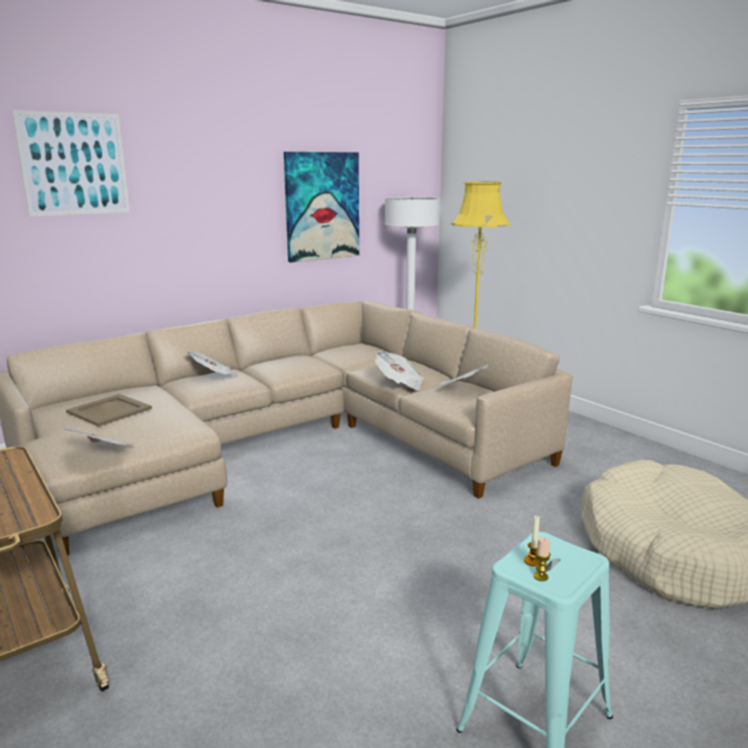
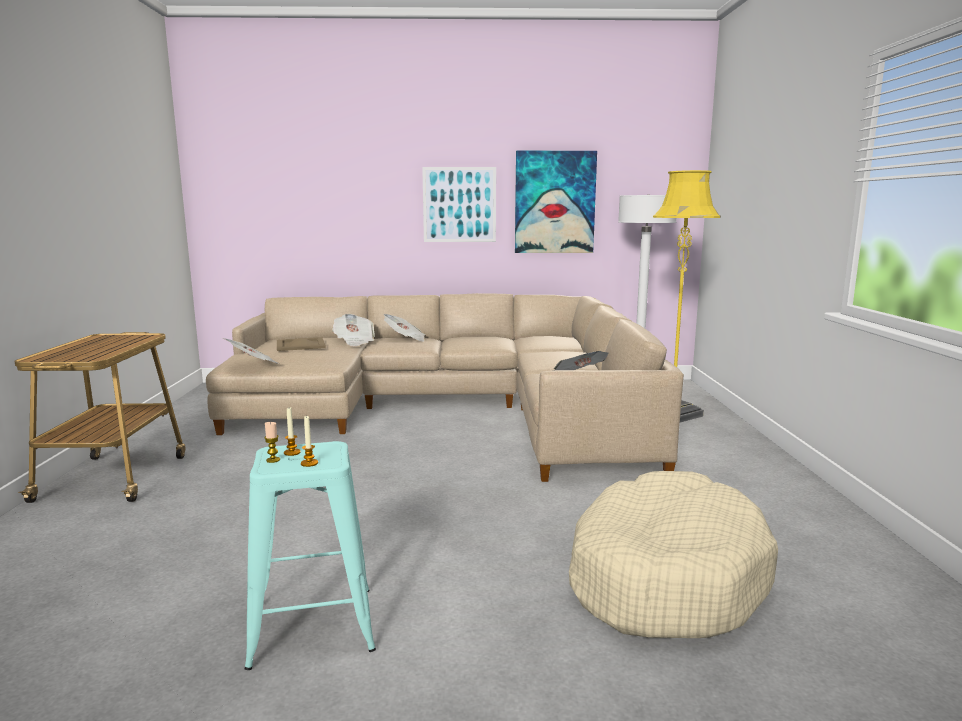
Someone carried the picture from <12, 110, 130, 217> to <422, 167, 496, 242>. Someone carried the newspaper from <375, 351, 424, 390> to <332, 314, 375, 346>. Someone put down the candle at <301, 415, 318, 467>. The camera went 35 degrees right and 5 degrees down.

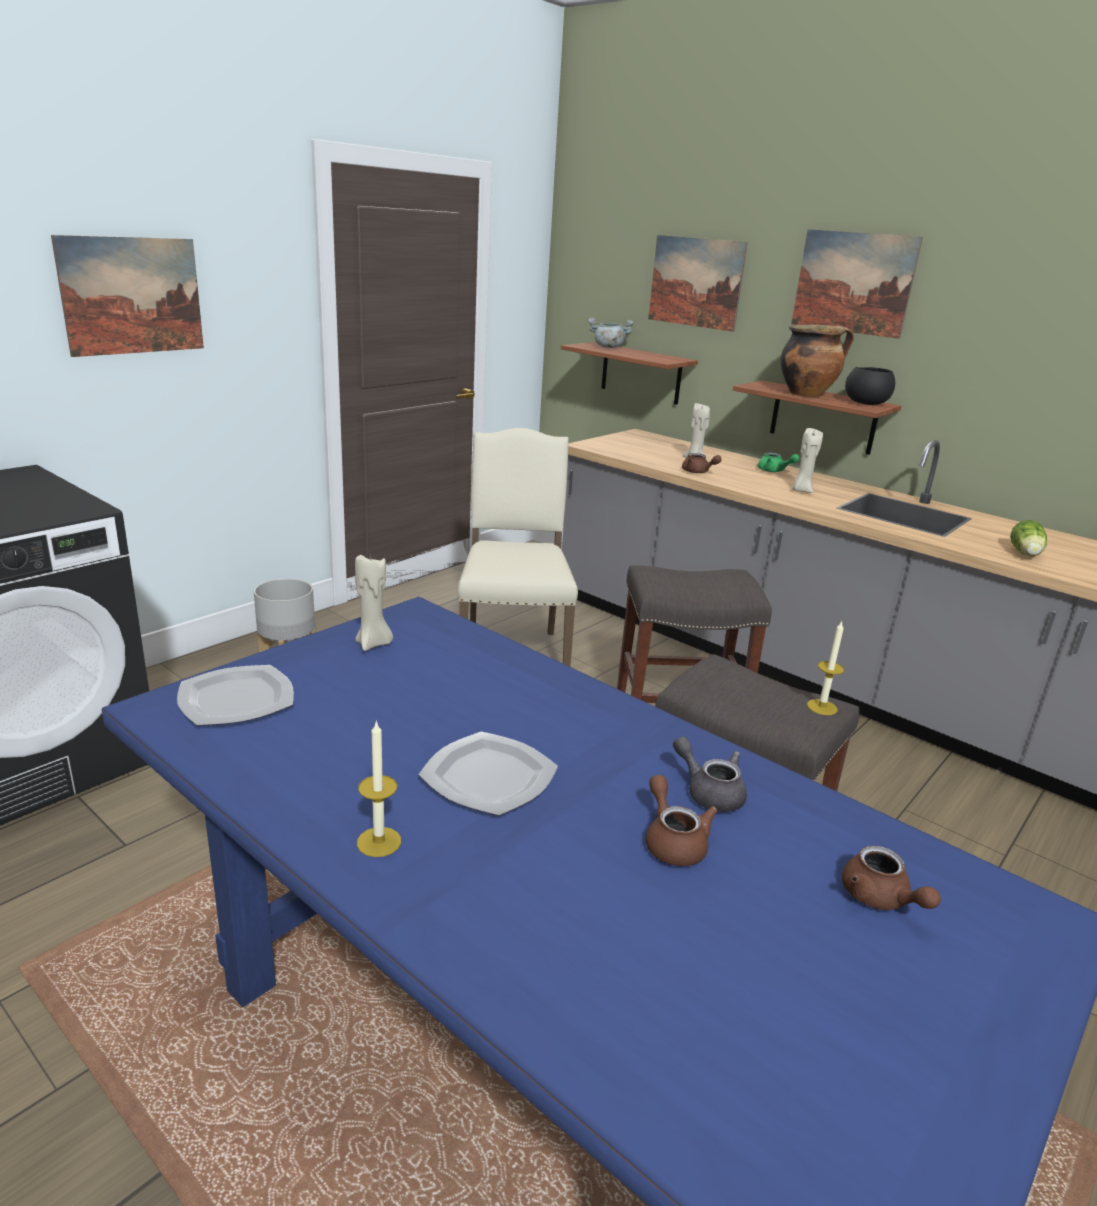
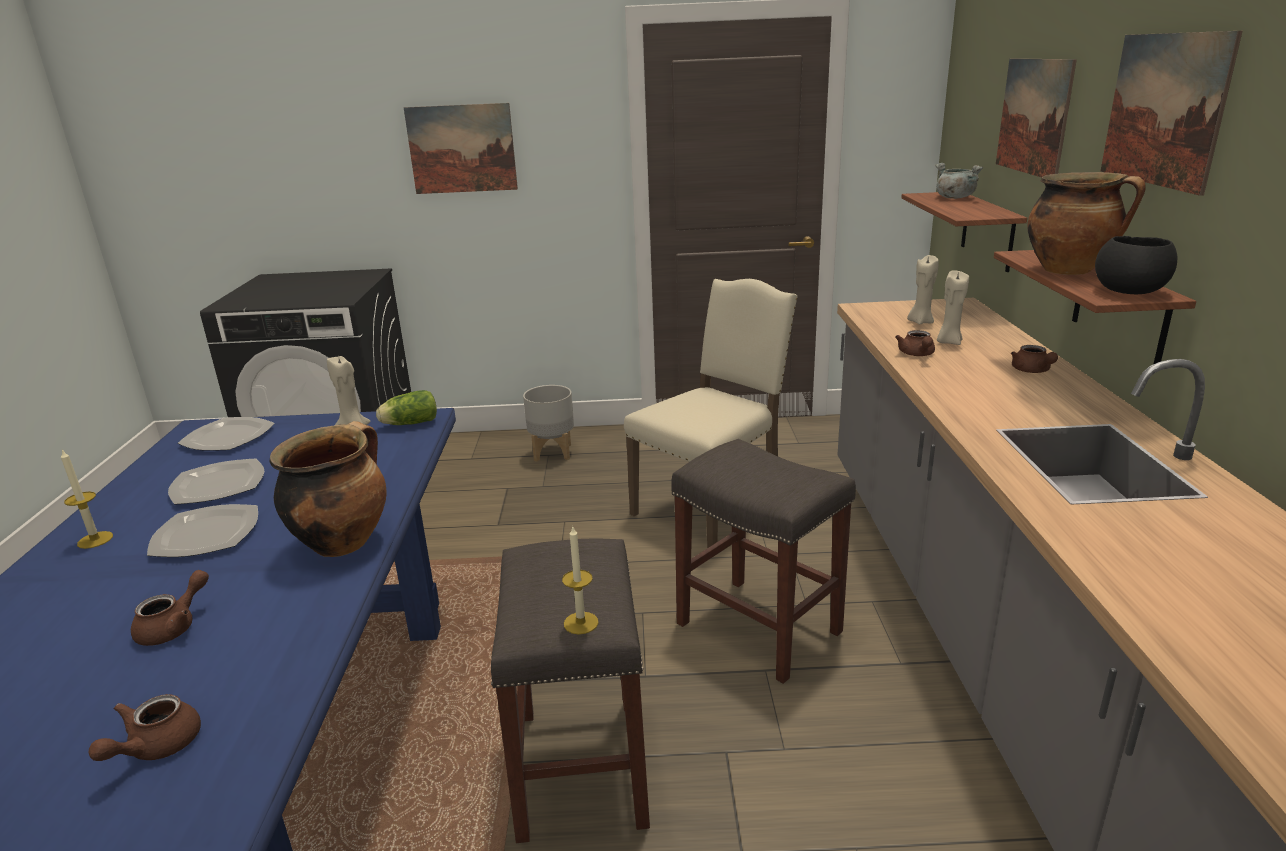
Someone carried the beige candle from <792, 428, 823, 493> to <907, 255, 939, 325>. Someone repainted the green teapot at <758, 452, 800, 472>, which became the brown teapot at <1011, 345, 1058, 373>. Someone carried the lettuce from <1010, 520, 1047, 556> to <376, 390, 437, 425>. Someone took away the grey teapot at <673, 737, 747, 812>. Someone put down the cooking pot at <270, 421, 387, 557>. Someone put down the plate at <168, 458, 264, 505>. The camera went 50 degrees right and 0 degrees up.

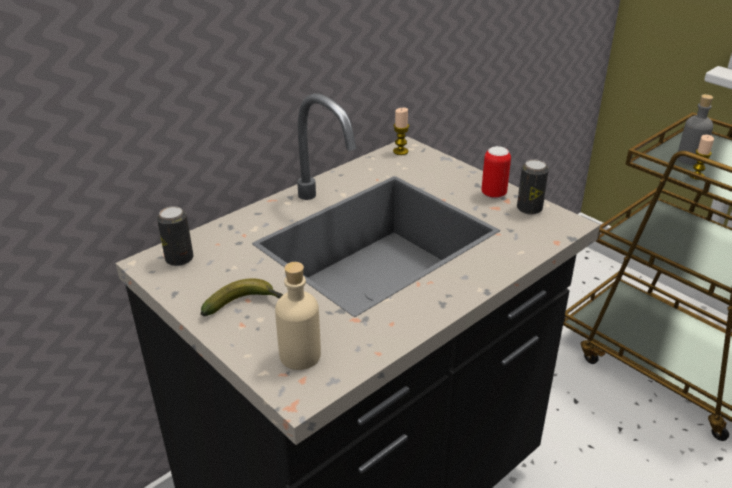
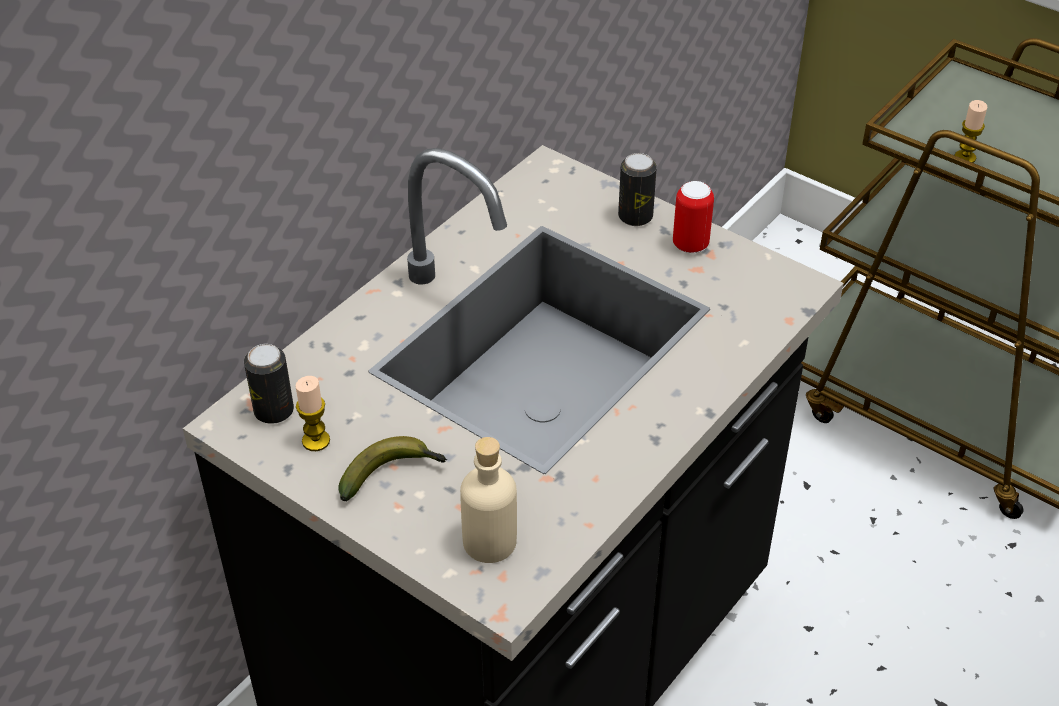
Someone took away the grey bottle at <677, 94, 713, 165>. Someone carried the candle from <393, 108, 409, 155> to <295, 376, 330, 451>. Someone carried the can from <517, 160, 549, 215> to <618, 153, 657, 226>. The camera went 10 degrees left and 10 degrees up.

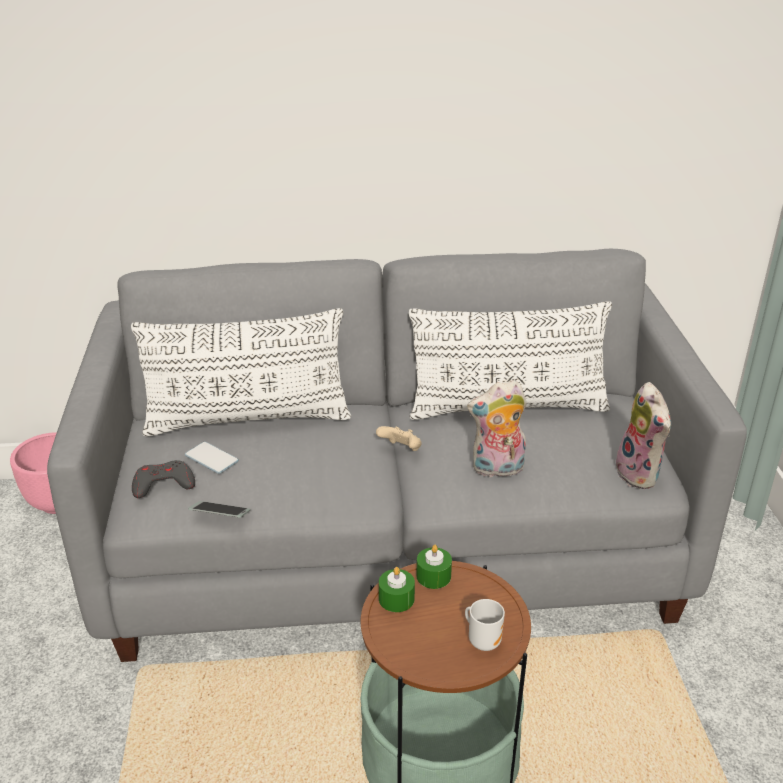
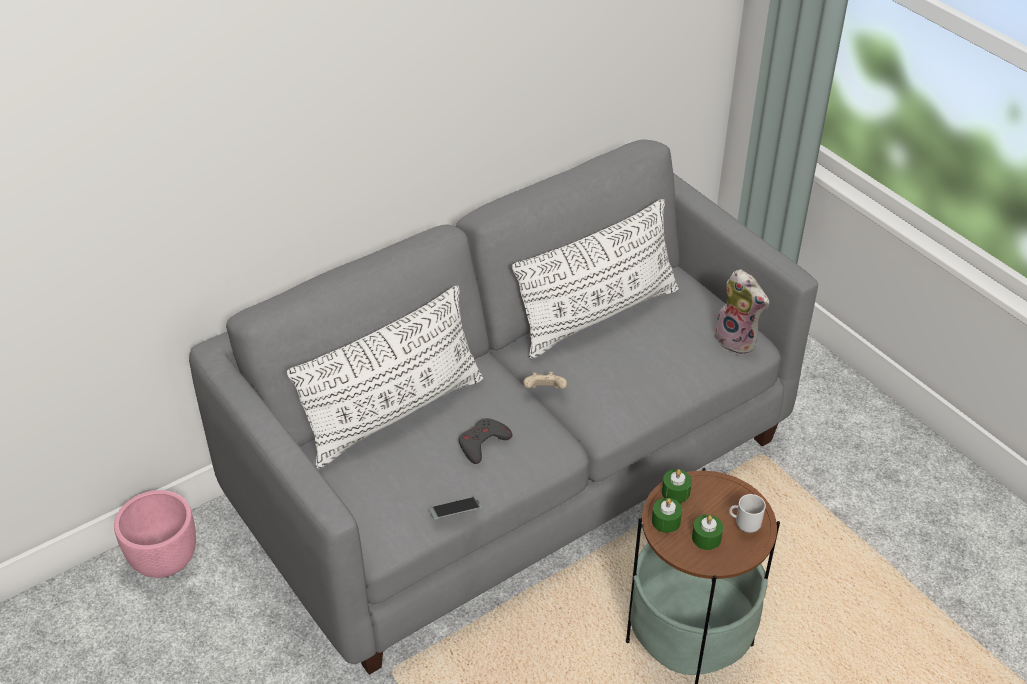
Someone took away the plush toy at <467, 380, 527, 477>. Someone took away the phone at <185, 442, 239, 474>. Someone carried the grey game controller from <132, 460, 195, 498> to <459, 418, 512, 464>. Someone put down the green candle at <692, 515, 723, 550>. The camera went 30 degrees left and 10 degrees up.

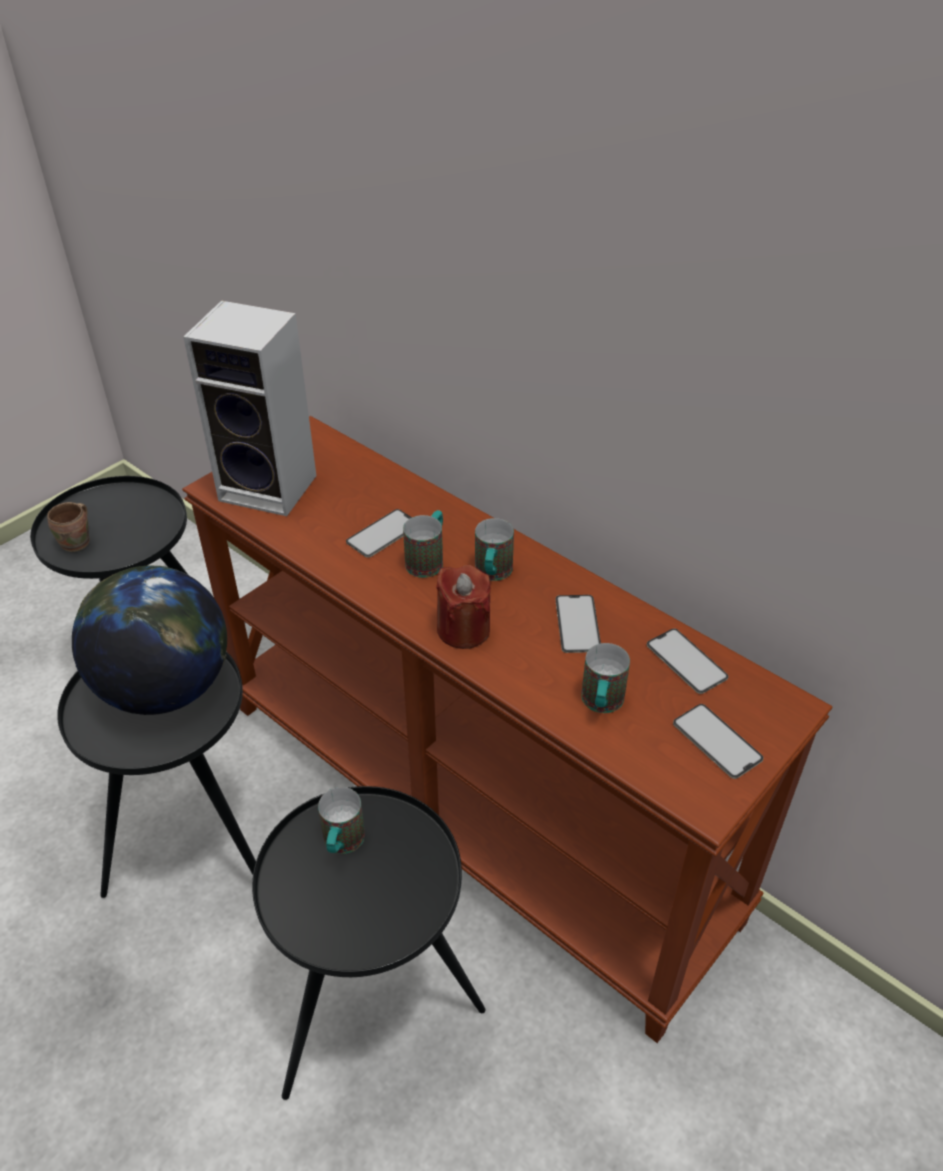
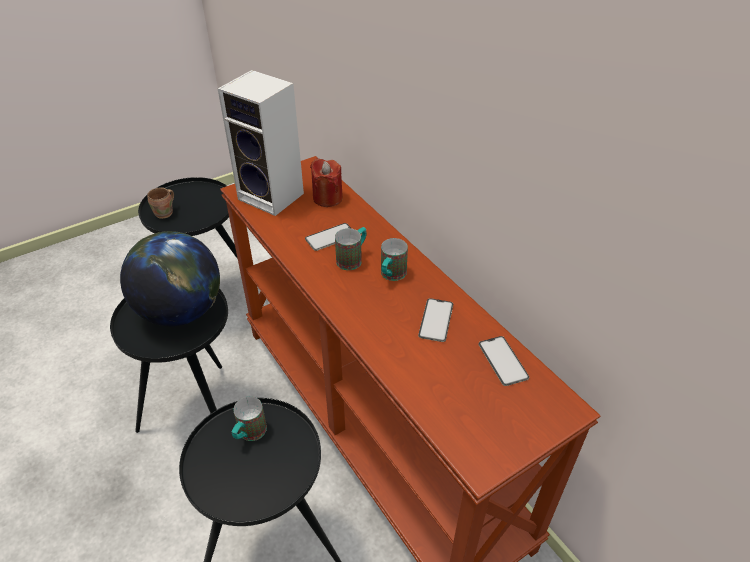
Someone carried the red candle from <436, 565, 491, 649> to <310, 158, 343, 207>. Someone took away the mug at <581, 643, 630, 713>. Someone took away the phone at <673, 704, 763, 779>. The camera went 15 degrees right and 0 degrees up.

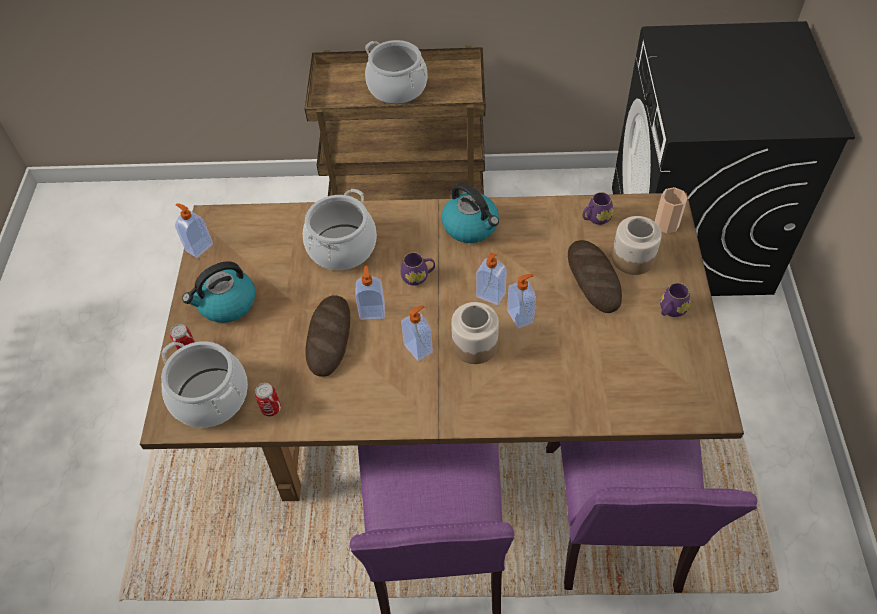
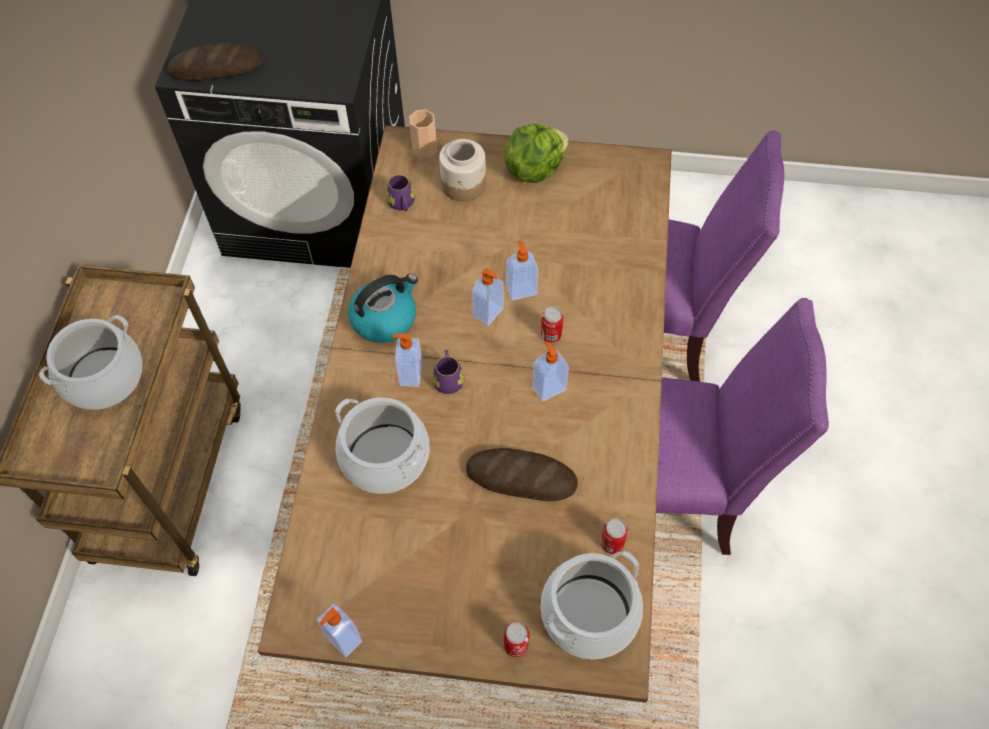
Someone carried the bread from <568, 240, 622, 313> to <167, 43, 262, 81>. Someone took away the kettle at <182, 261, 255, 323>. Someone carried the soap dispenser from <355, 266, 385, 320> to <392, 333, 422, 387>. Someone swapped the purple mug at <660, 283, 690, 317> for the lettuce at <504, 124, 568, 183>. Someone swapped the jar at <451, 302, 499, 364> for the can at <541, 307, 563, 343>. The camera went 85 degrees left and 5 degrees up.

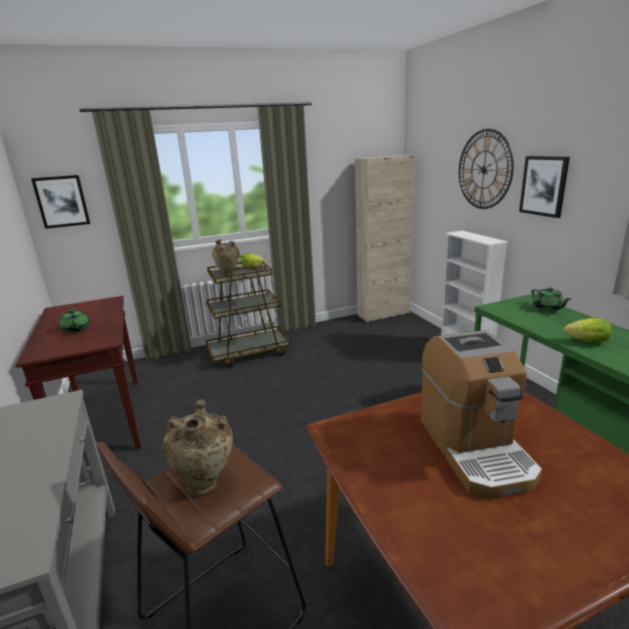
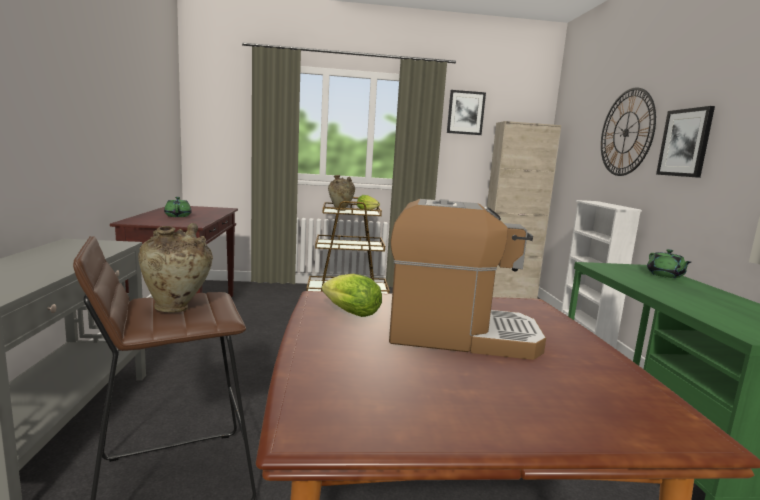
Someone carried the picture from <31, 175, 90, 229> to <447, 90, 486, 135>. Someone carried the lettuce from <564, 318, 612, 343> to <322, 274, 382, 317>. Someone rotated the coffee machine at <420, 330, 542, 499> by 90 degrees counterclockwise. The camera went 15 degrees right and 10 degrees down.

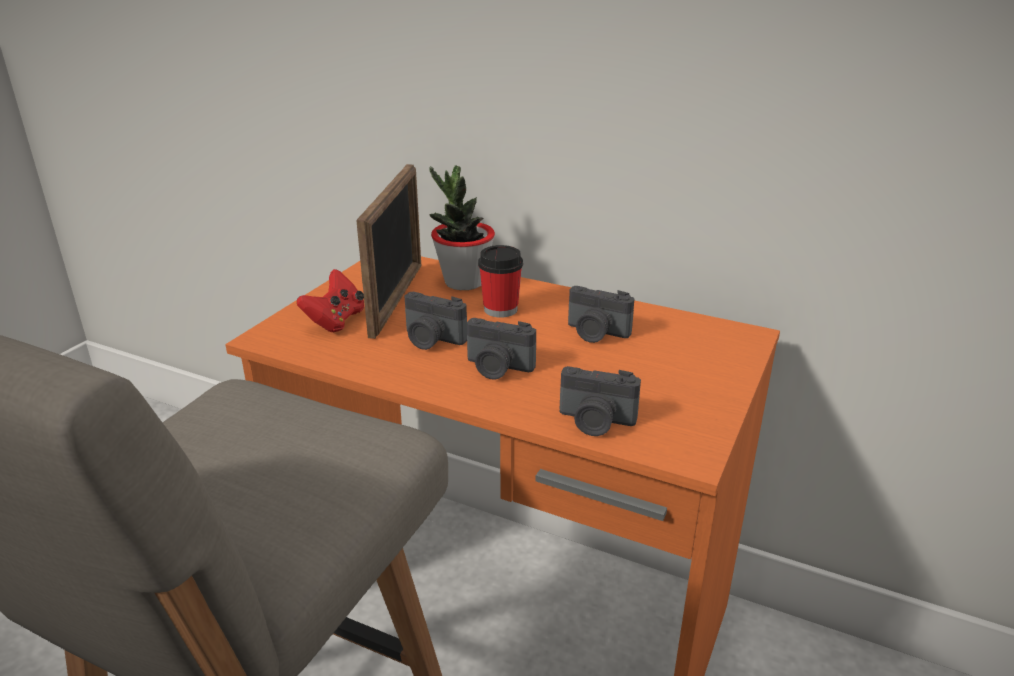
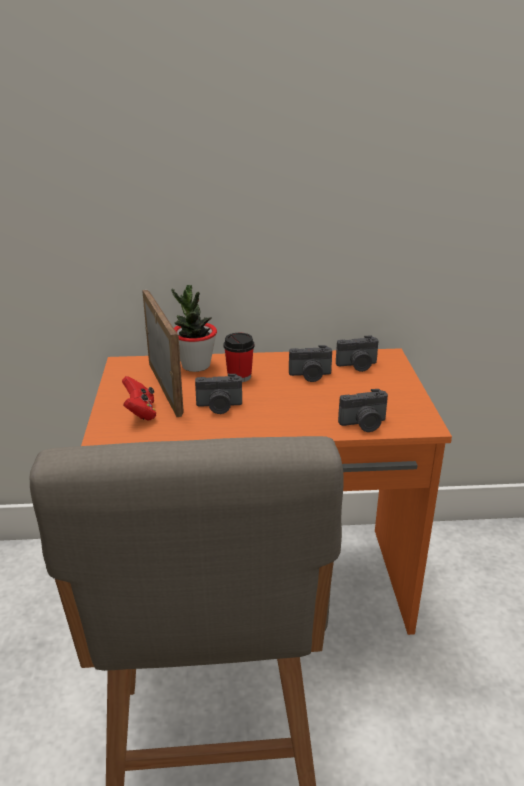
Someone carried the photo camera from <467, 318, 536, 380> to <336, 336, 379, 372>. The camera went 30 degrees left and 0 degrees up.

